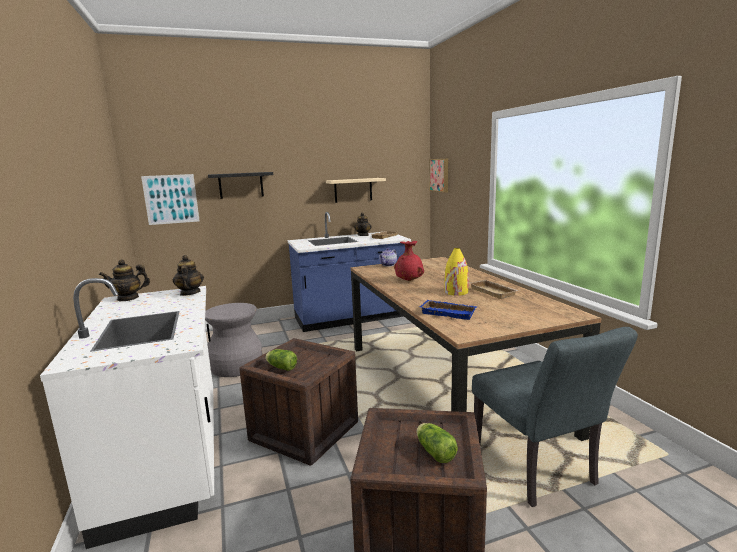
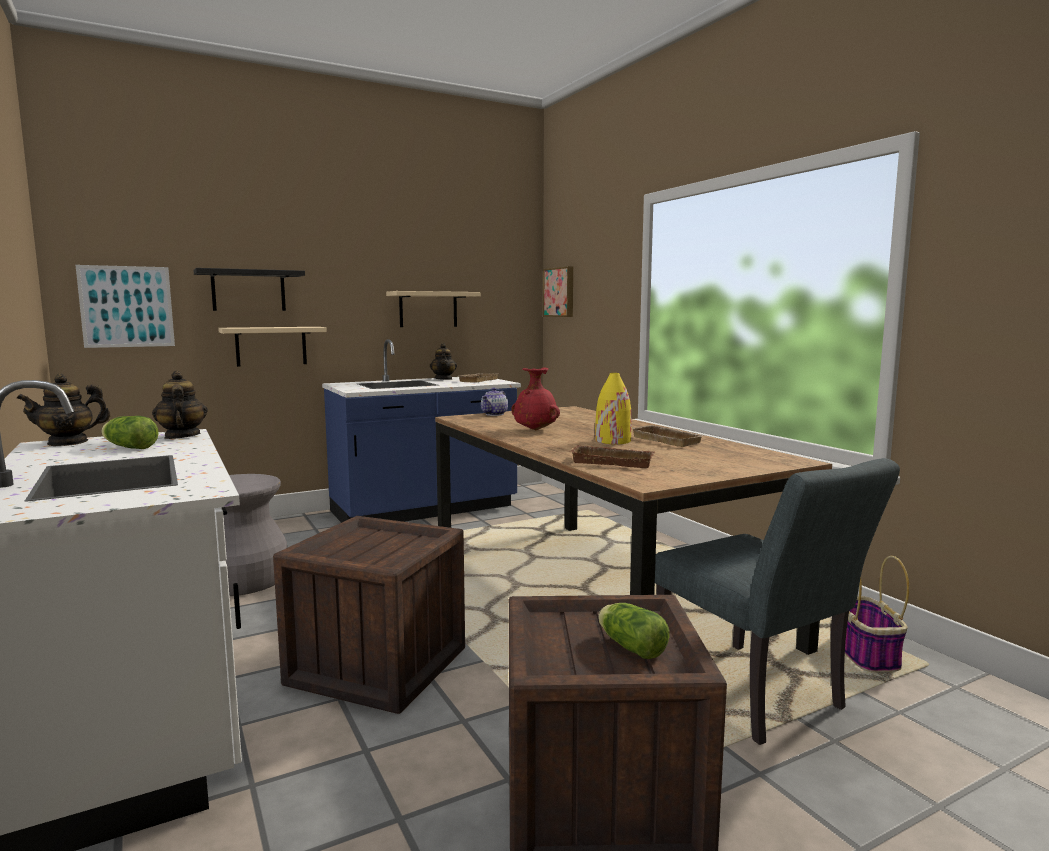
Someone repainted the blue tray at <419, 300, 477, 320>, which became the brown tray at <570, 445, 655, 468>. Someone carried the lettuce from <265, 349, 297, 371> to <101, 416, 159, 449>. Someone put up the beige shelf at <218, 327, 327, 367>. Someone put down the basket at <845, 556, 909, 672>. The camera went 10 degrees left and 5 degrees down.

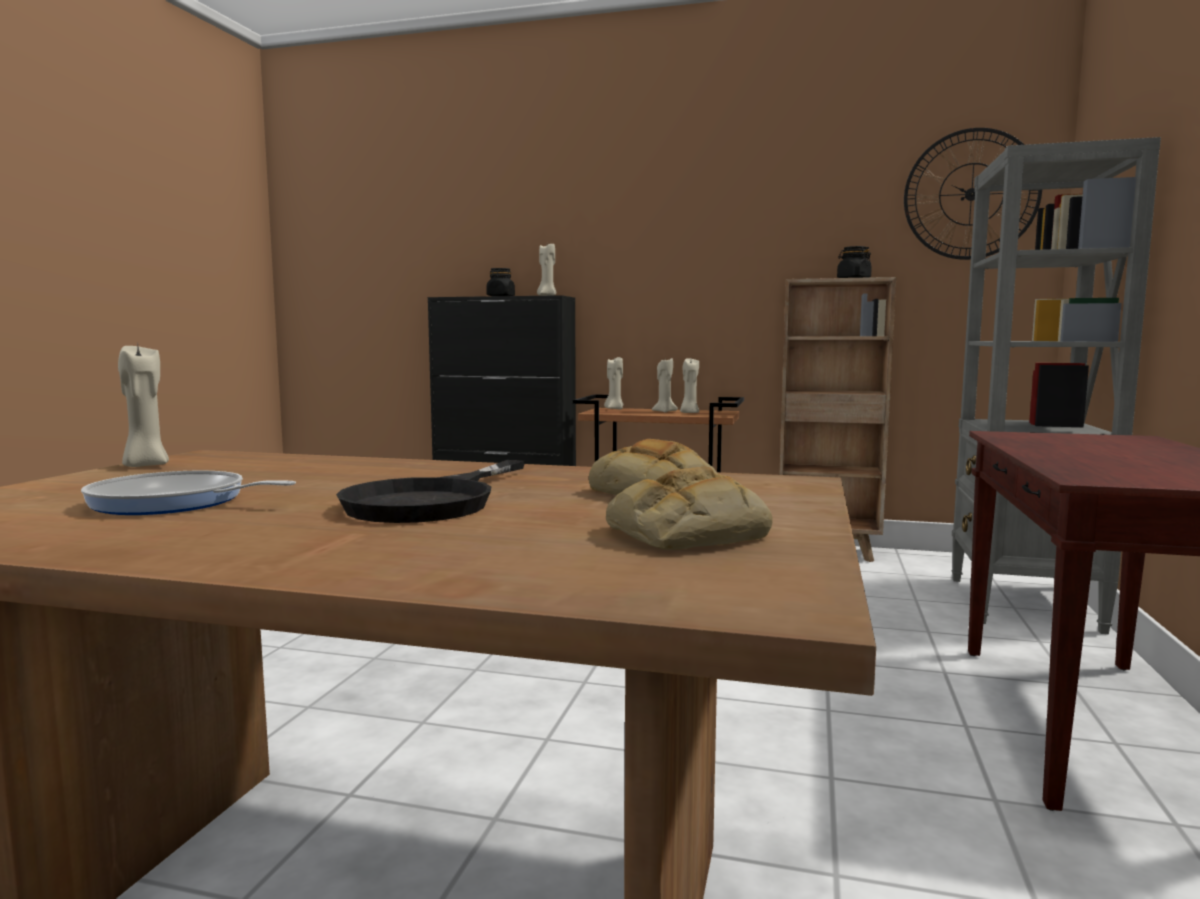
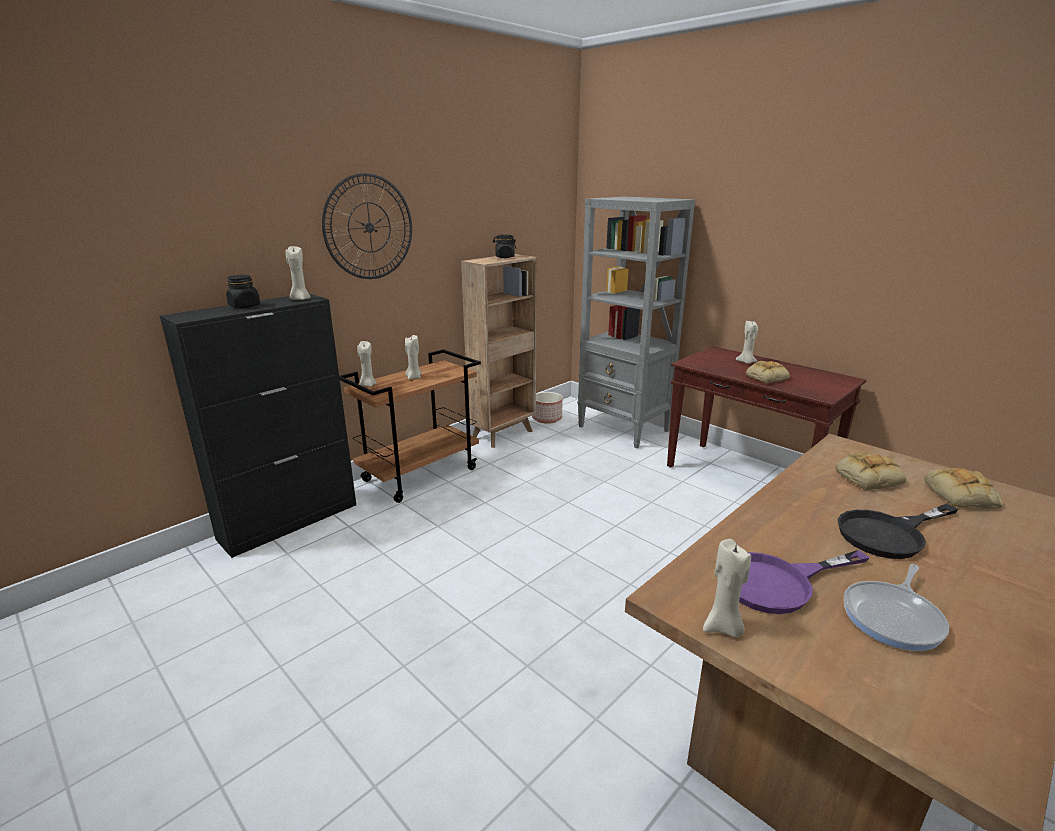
Someone carried the wall clock from <904, 128, 1042, 260> to <322, 173, 412, 279>. Someone carried the beige candle from <680, 358, 699, 413> to <736, 321, 758, 364>. Someone rotated the black frying pan at <336, 460, 525, 523> by 105 degrees clockwise. Someone put down the bread at <746, 361, 790, 383>. Someone put down the planter at <532, 392, 563, 423>. Someone put down the purple frying pan at <739, 550, 869, 614>. The camera went 60 degrees left and 15 degrees up.

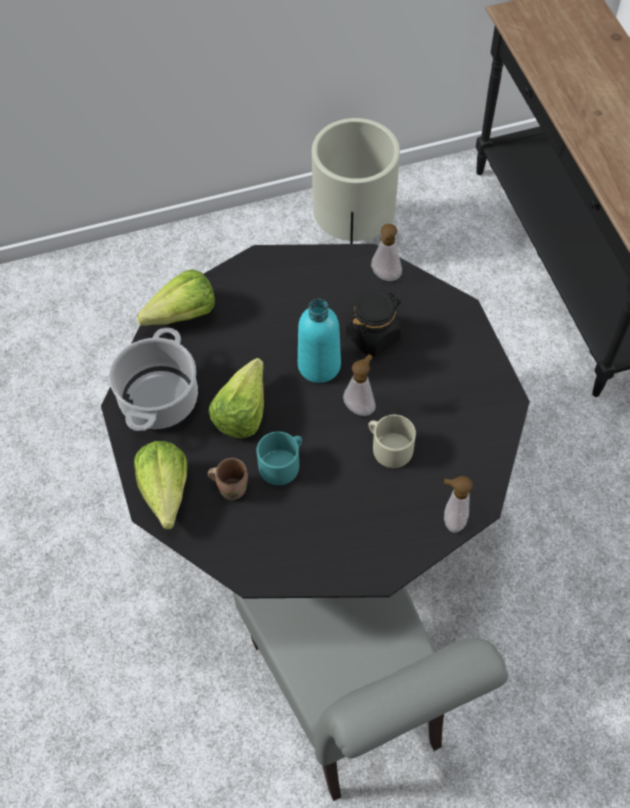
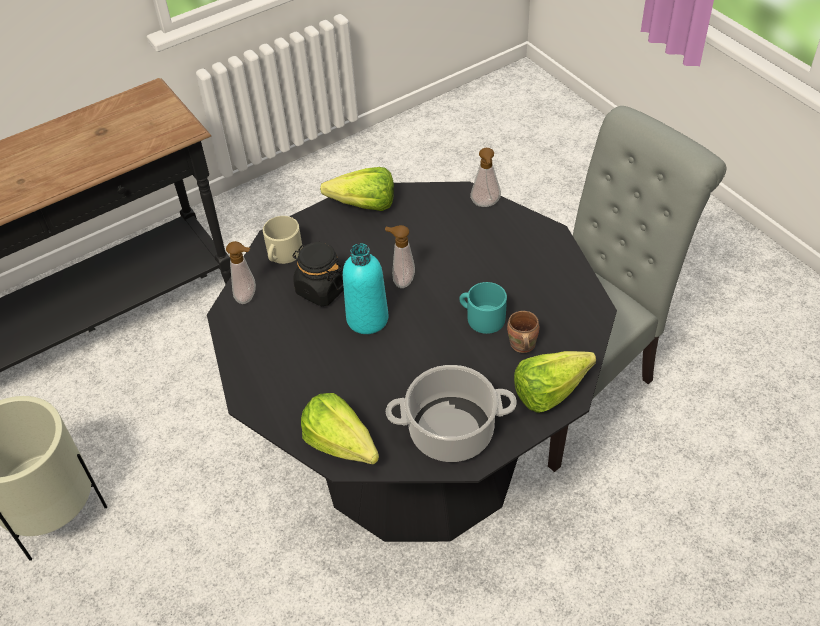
Someone carried the lettuce from <208, 358, 264, 439> to <320, 167, 394, 211>. Someone carried the beige mug from <368, 415, 416, 468> to <263, 216, 302, 264>. The camera went 105 degrees left and 10 degrees down.

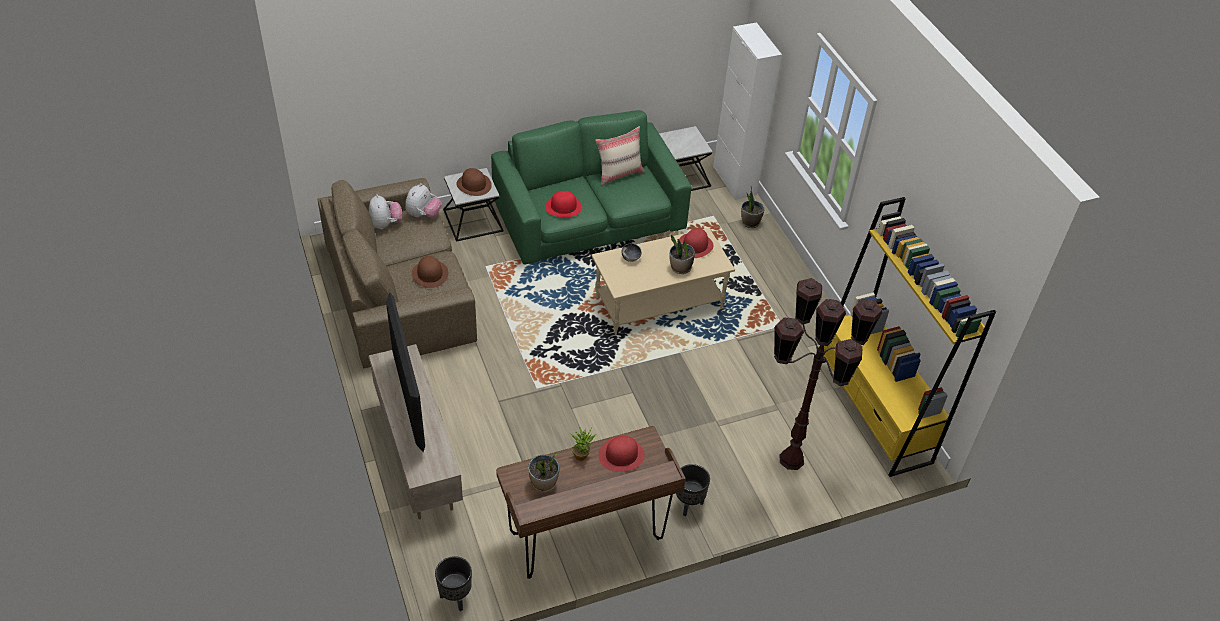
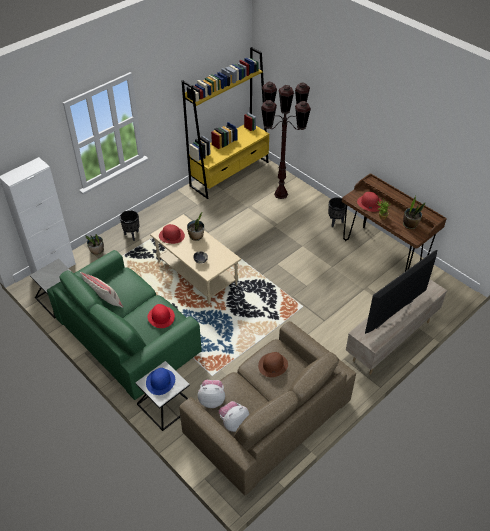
Someone repainted the brown hat at <456, 168, 492, 196>, which became the blue hat at <146, 368, 175, 395>. Someone carried the black planter from <435, 556, 472, 611> to <120, 210, 139, 241>. The camera went 110 degrees left and 0 degrees up.

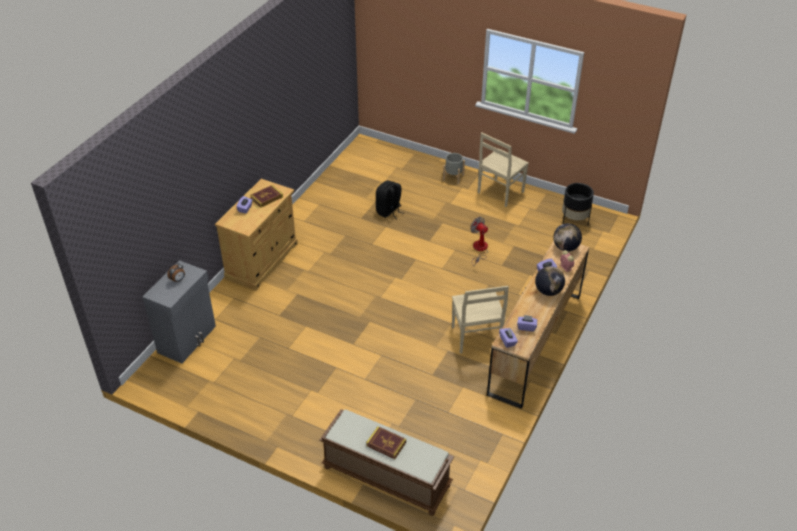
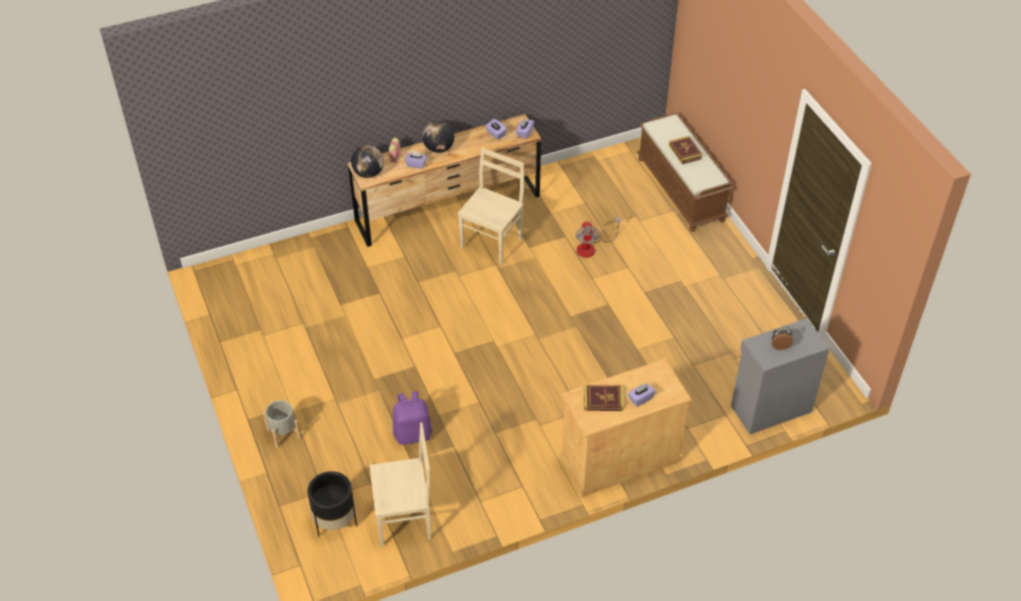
Someone carried the beige chair from <478, 132, 529, 207> to <369, 422, 431, 547>. Someone repainted the black backpack at <376, 181, 402, 219>, which became the purple backpack at <393, 391, 432, 445>. Someone carried the black planter from <562, 183, 594, 226> to <307, 471, 357, 536>. Someone carried the fan from <470, 217, 488, 266> to <576, 217, 621, 258>. The camera went 140 degrees left and 5 degrees up.

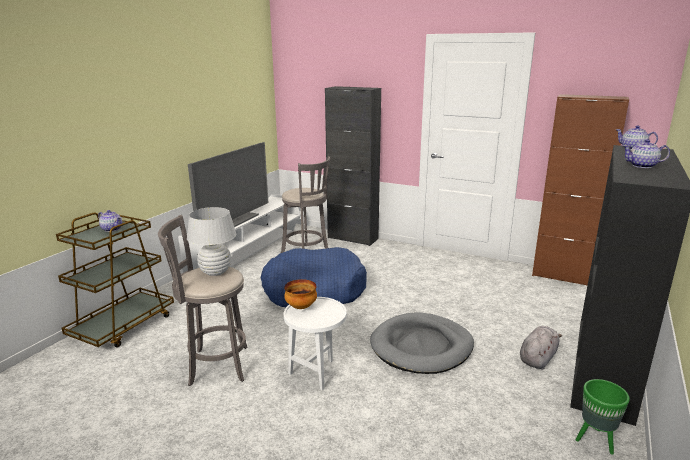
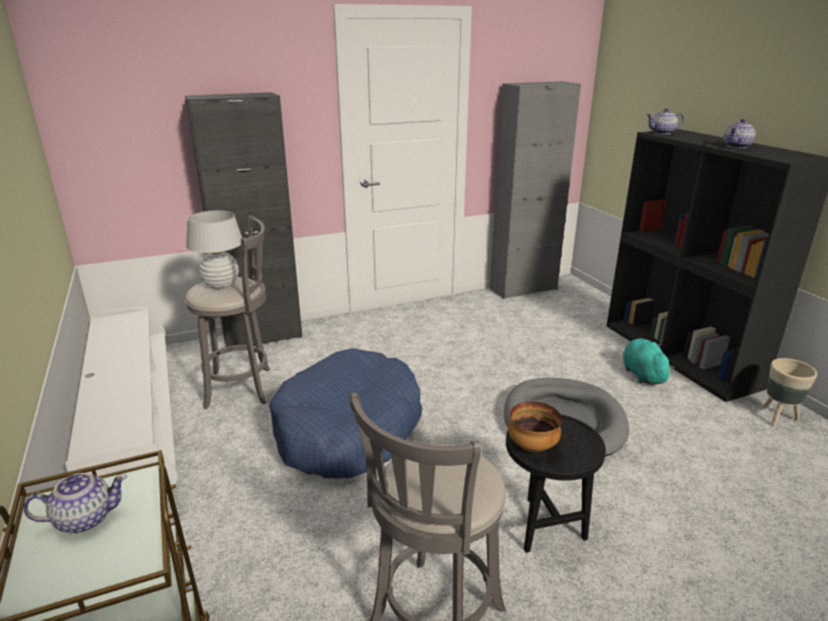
Someone repainted the brown cabinet at <532, 94, 629, 285>, which became the grey cabinet at <490, 81, 581, 299>. Someone took away the television at <188, 142, 269, 227>. Someone carried the white table lamp from <187, 207, 236, 276> to <186, 210, 242, 289>. Someone repainted the white side table at <284, 297, 347, 390>, which became the black side table at <506, 414, 606, 553>. Someone repainted the grey plush toy at <520, 326, 562, 370>, which became the turquoise plush toy at <623, 339, 675, 385>. Someone repainted the green planter at <575, 379, 630, 455>, which became the beige planter at <762, 358, 817, 426>. The camera went 50 degrees left and 5 degrees up.

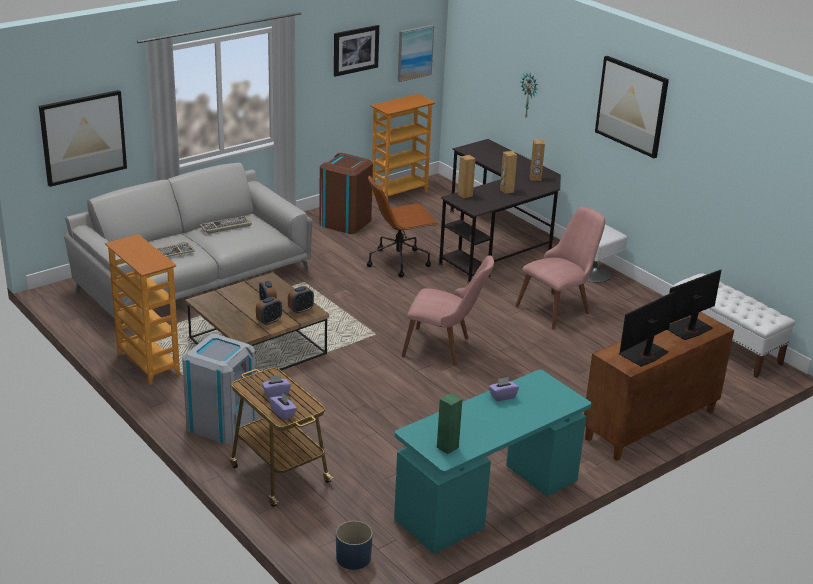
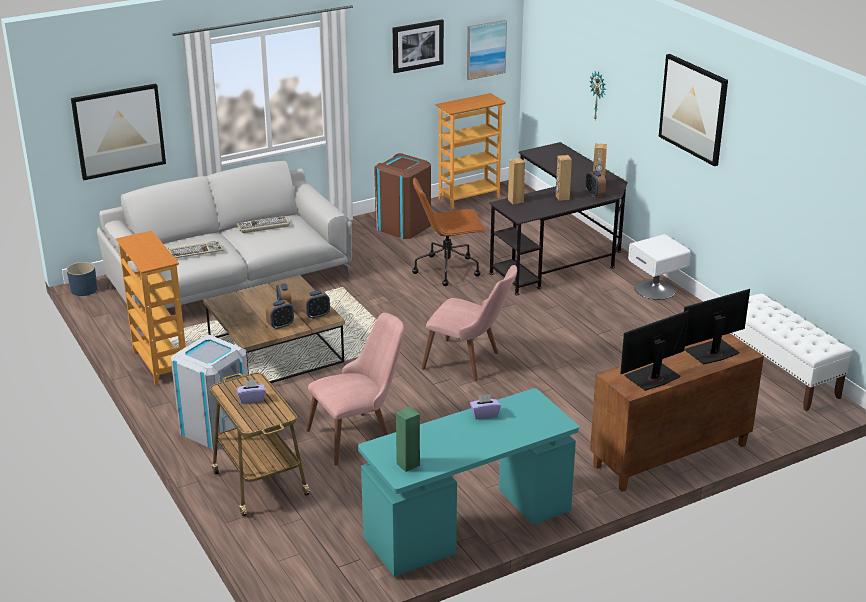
Someone carried the pink chair from <515, 207, 605, 330> to <306, 313, 404, 465>. Someone took away the purple tissue box at <269, 393, 297, 420>. Someone carried the blue planter from <336, 521, 373, 570> to <67, 262, 97, 296>. Someone put down the alarm clock at <585, 171, 606, 198>. The camera went 10 degrees right and 0 degrees up.

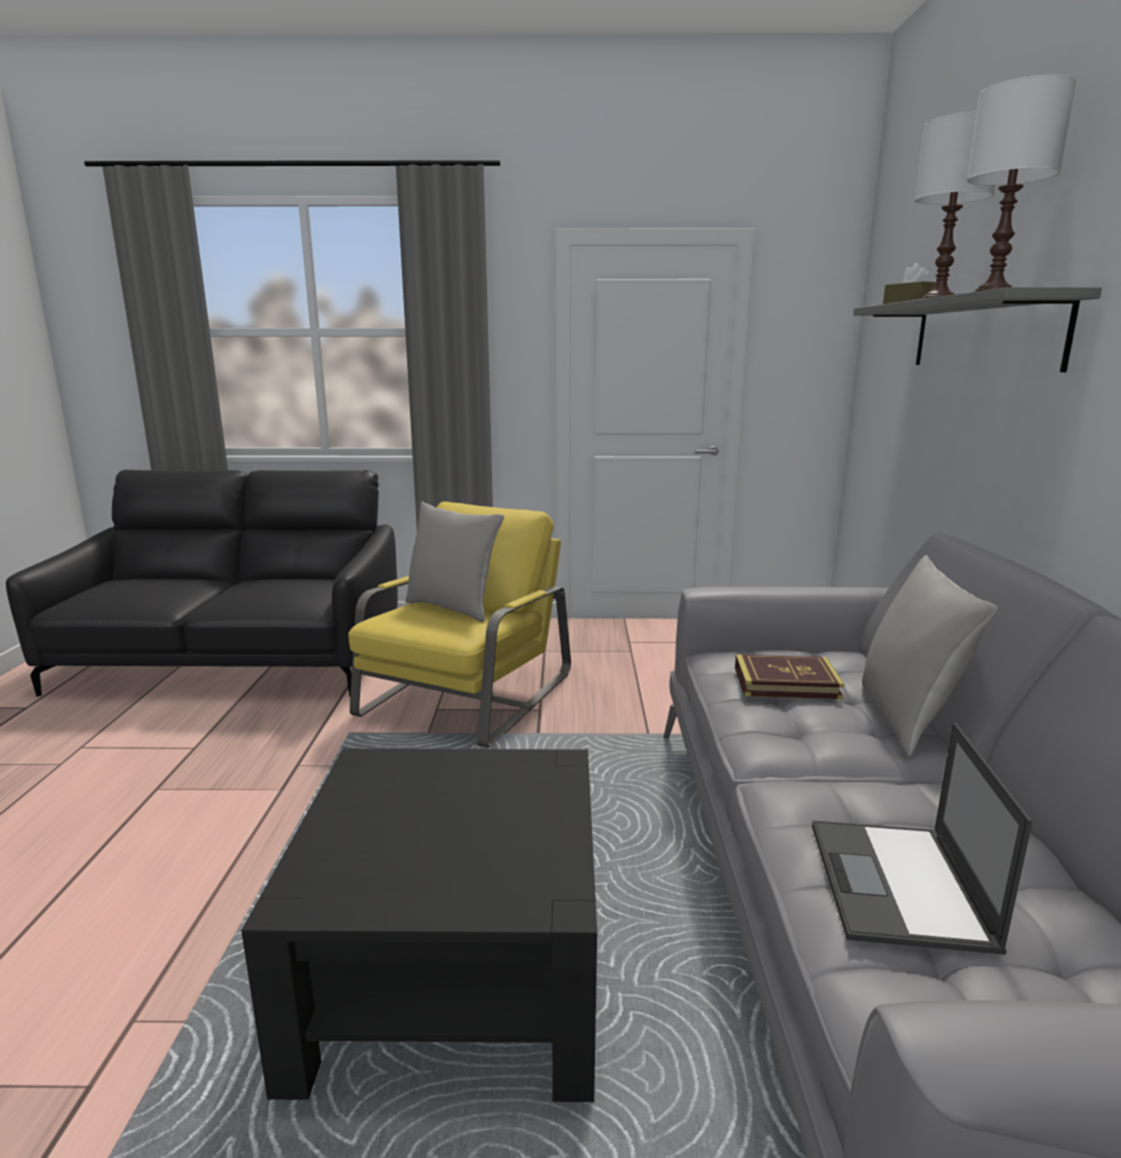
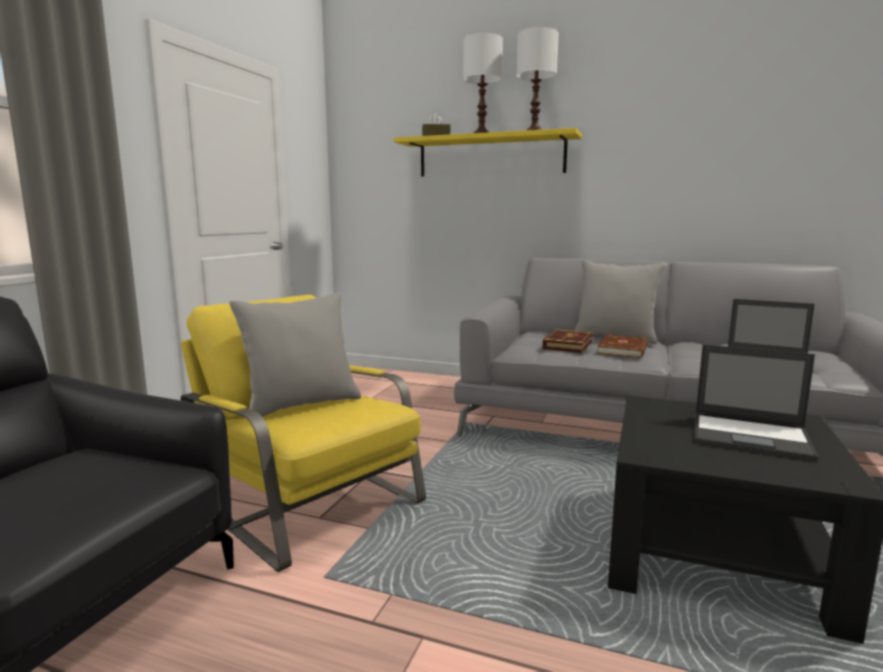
Someone repainted the grey shelf at <853, 287, 1102, 372>, which became the yellow shelf at <394, 128, 582, 177>. Someone put down the brown book at <597, 334, 648, 358>. Someone put down the laptop at <695, 345, 818, 462>. The camera went 70 degrees left and 5 degrees down.

